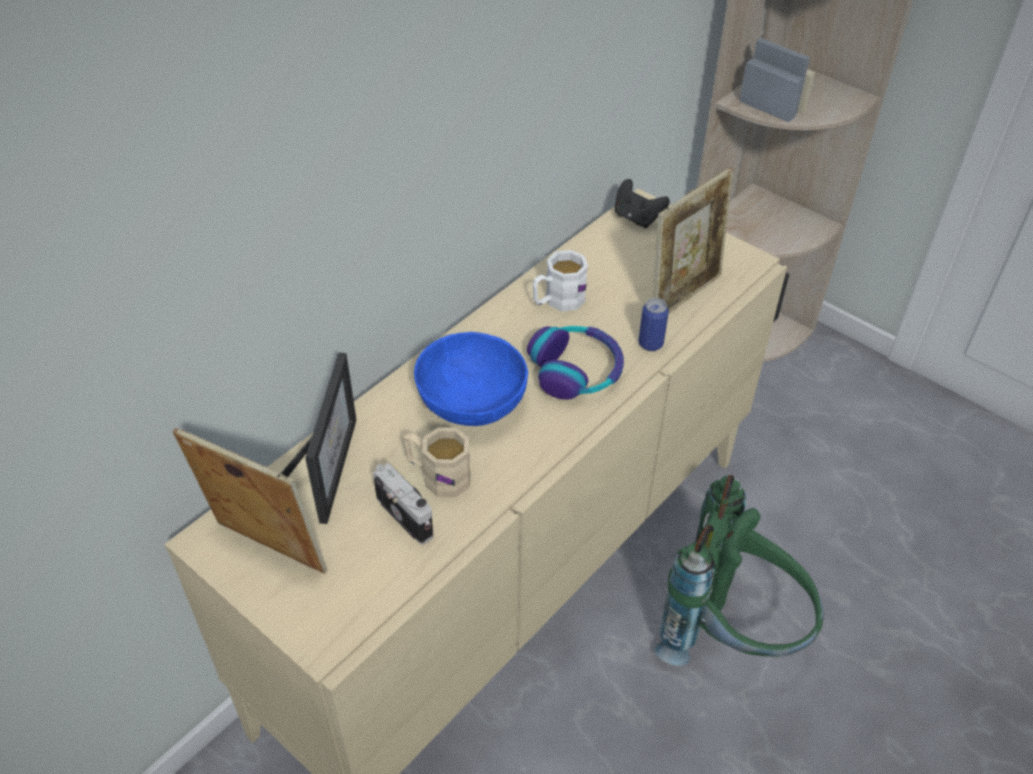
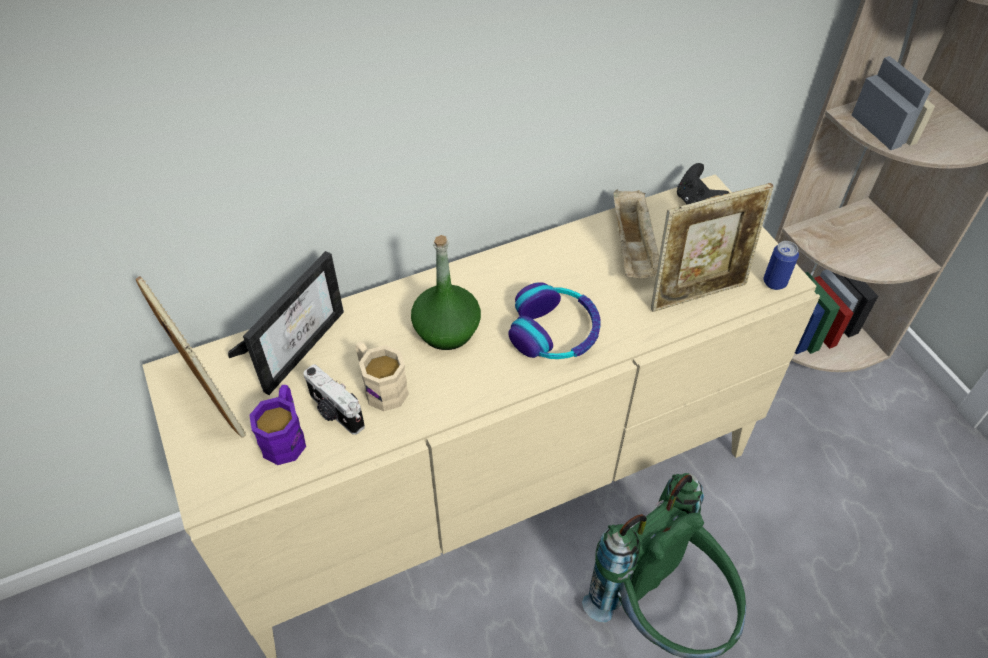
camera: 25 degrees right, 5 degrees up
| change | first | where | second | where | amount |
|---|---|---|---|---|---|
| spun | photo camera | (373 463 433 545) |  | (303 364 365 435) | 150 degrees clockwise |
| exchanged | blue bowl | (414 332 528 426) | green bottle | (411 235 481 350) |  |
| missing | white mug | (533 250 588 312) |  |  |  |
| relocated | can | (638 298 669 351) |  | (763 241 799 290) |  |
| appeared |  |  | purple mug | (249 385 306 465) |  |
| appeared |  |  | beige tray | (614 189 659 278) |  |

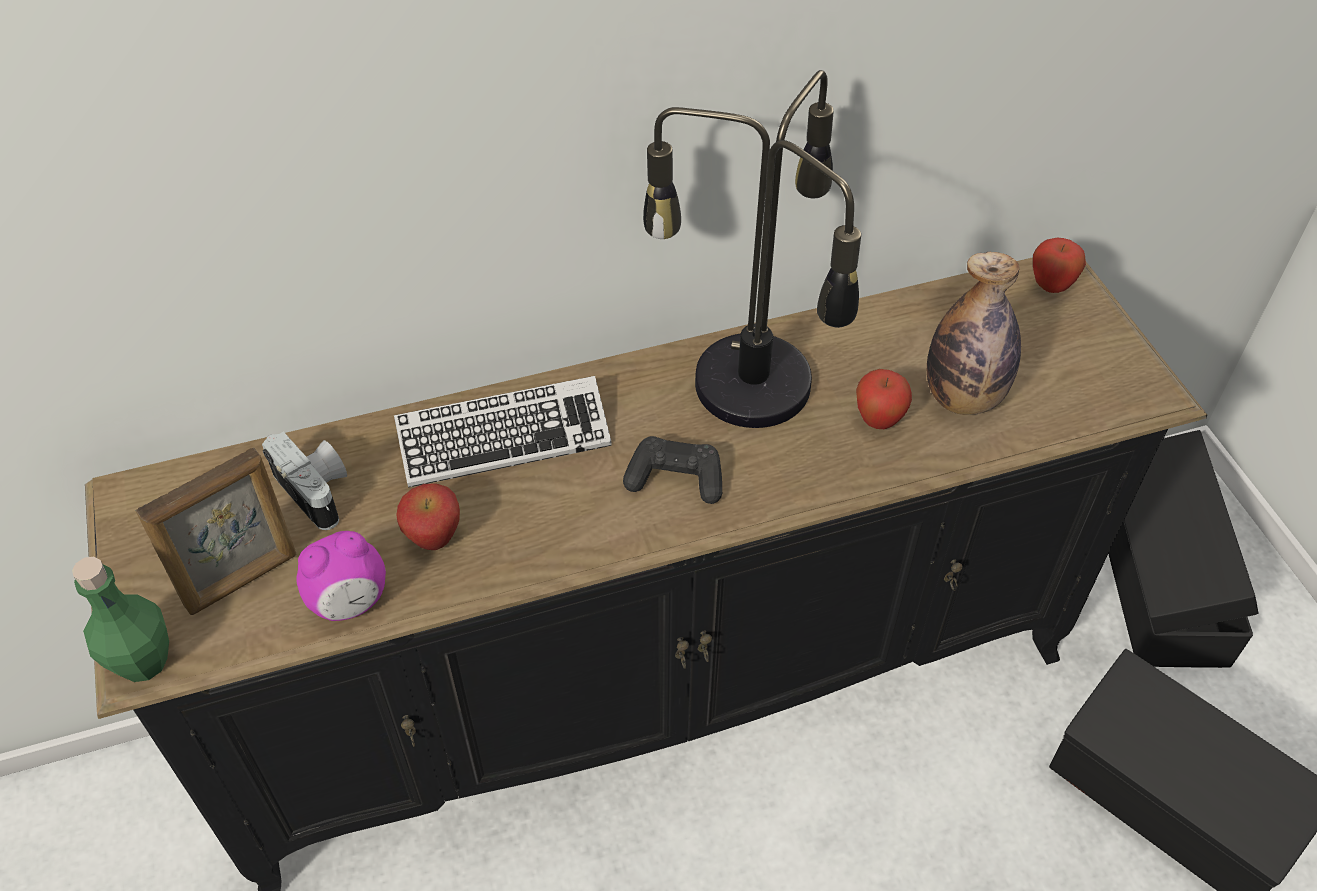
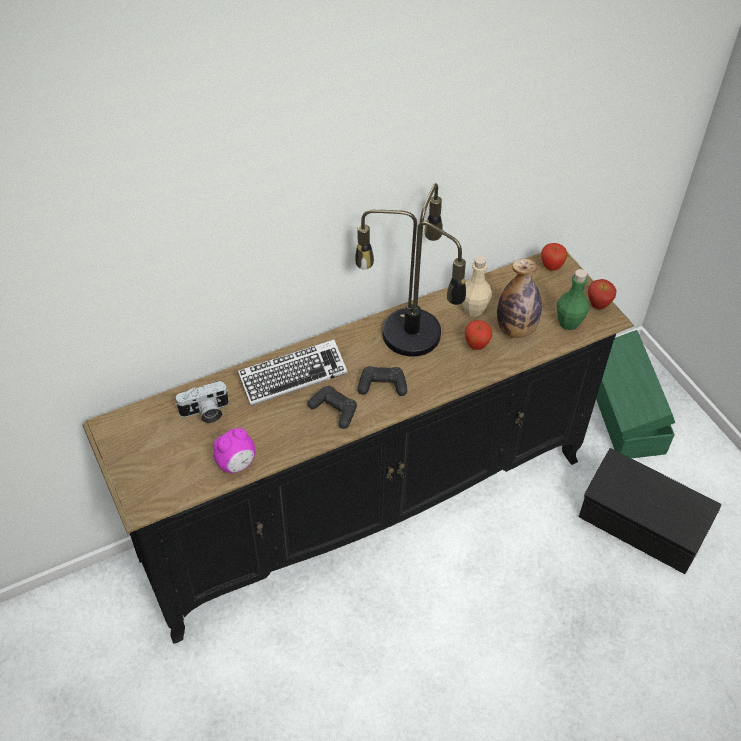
camera: 10 degrees left, 0 degrees up
| change | first | where | second | where | amount |
|---|---|---|---|---|---|
| relocated | green bottle | (72 557 169 682) |  | (557 269 589 330) |  |
| missing | picture frame | (136 447 296 615) |  |  |  |
| spun | photo camera | (262 431 347 530) |  | (175 381 229 423) | 120 degrees clockwise |
| relocated | apple | (396 483 460 550) |  | (588 279 617 309) |  |
| colour | black storage box | (1108 430 1258 668) | green storage box | (596 330 675 458) |  |
| appeared |  |  | black game controller | (308 386 357 429) |  |
| appeared |  |  | beige bottle | (462 256 492 317) |  |

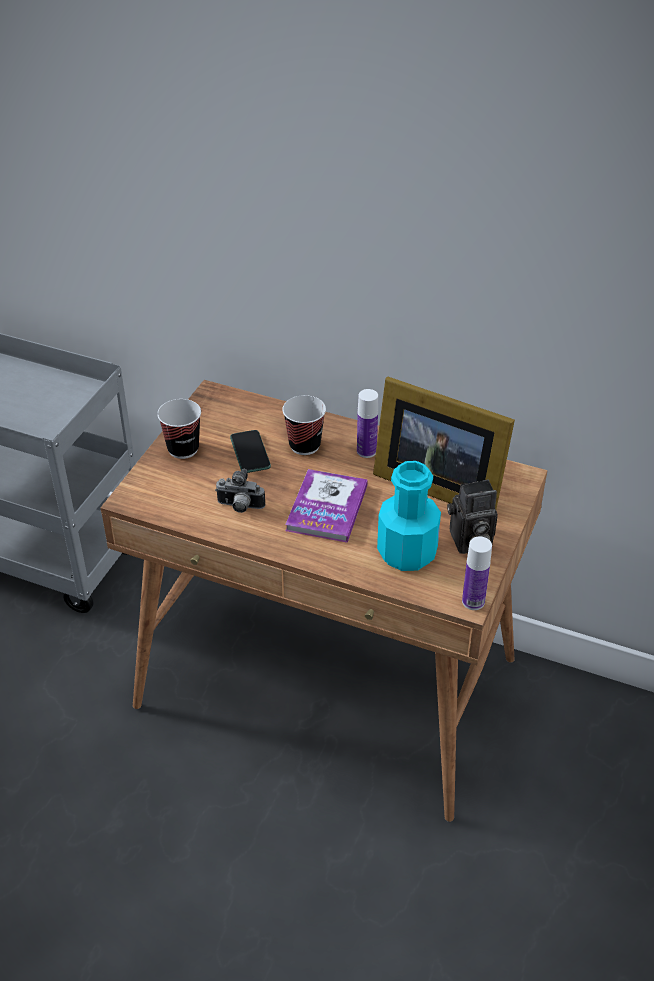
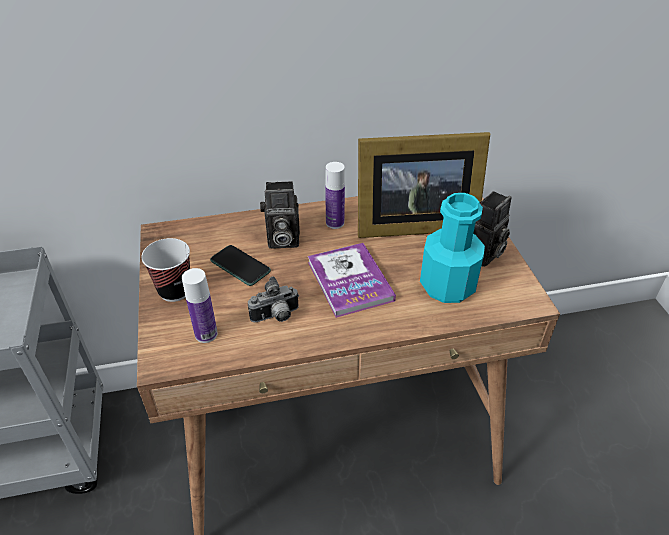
camera: 35 degrees left, 0 degrees up
| change | first | where | second | where | amount |
|---|---|---|---|---|---|
| exchanged | cup | (282 395 326 455) | photo camera | (260 181 300 249) |  |
| relocated | bottle | (462 536 492 610) |  | (182 268 218 343) |  |

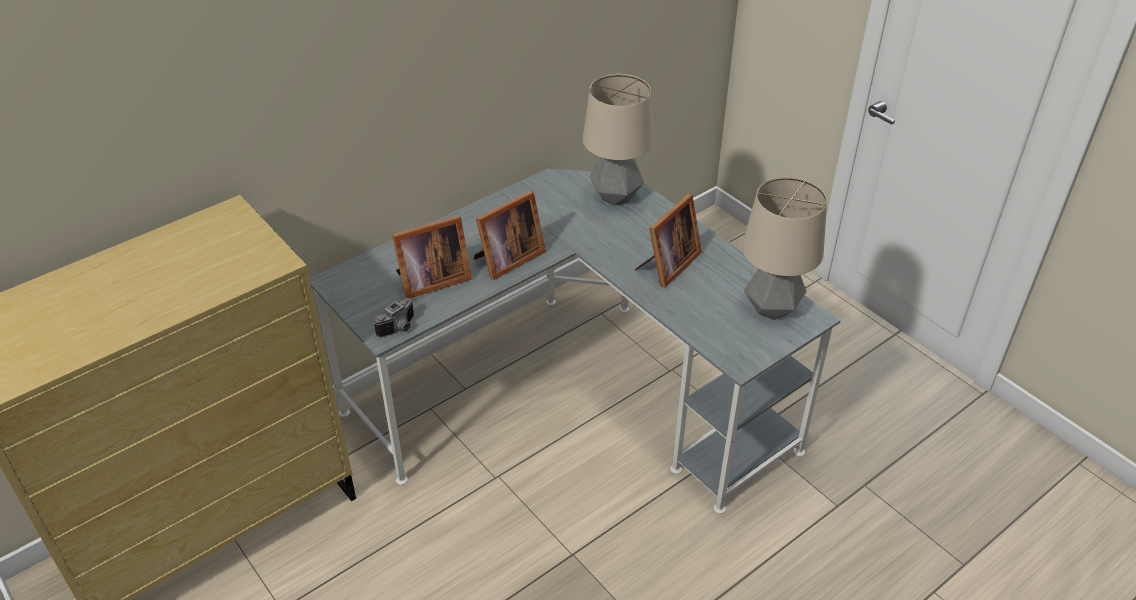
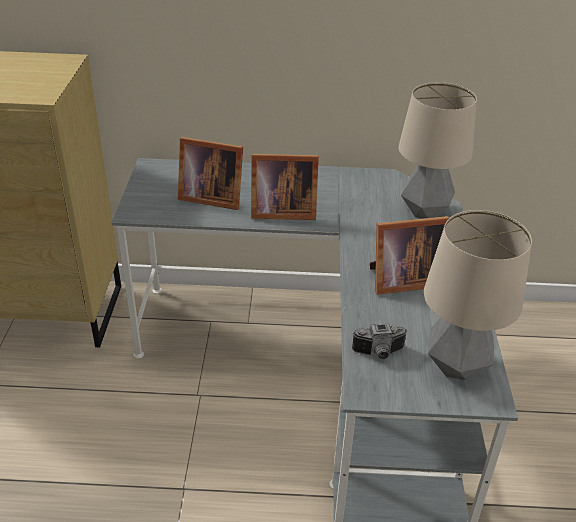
camera: 40 degrees right, 5 degrees down
| change | first | where | second | where | amount |
|---|---|---|---|---|---|
| relocated | photo camera | (374 298 414 338) |  | (352 323 407 359) |  |

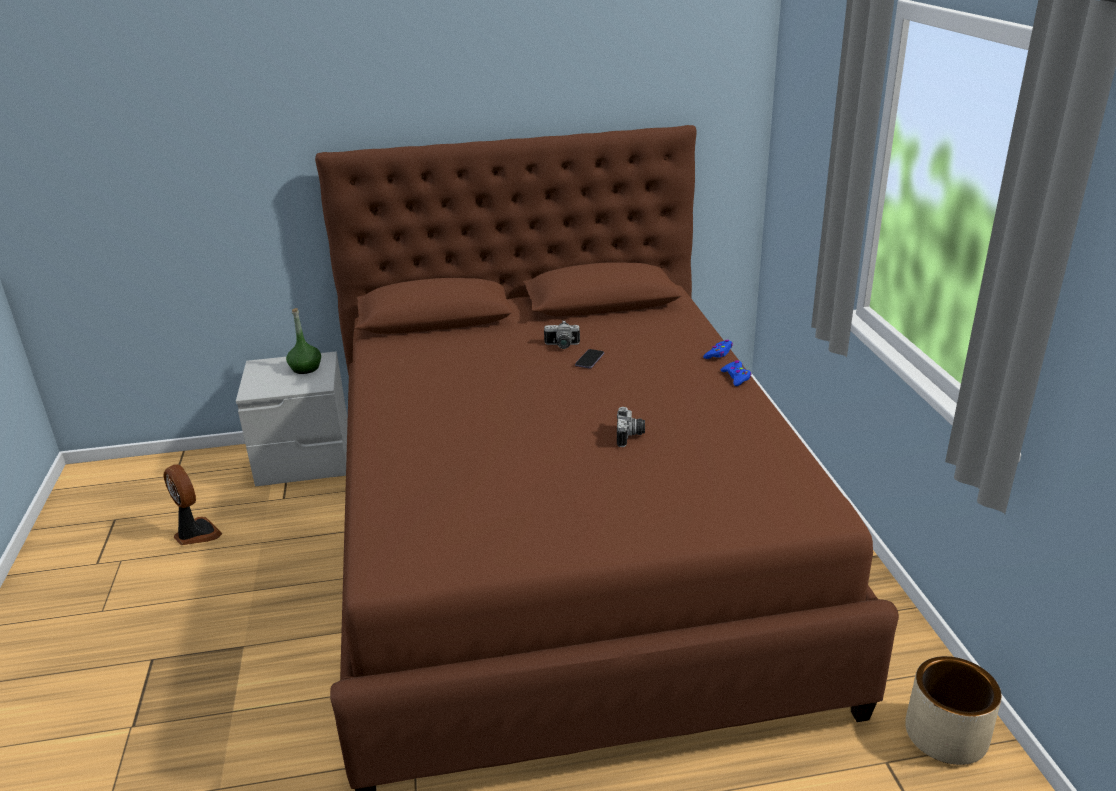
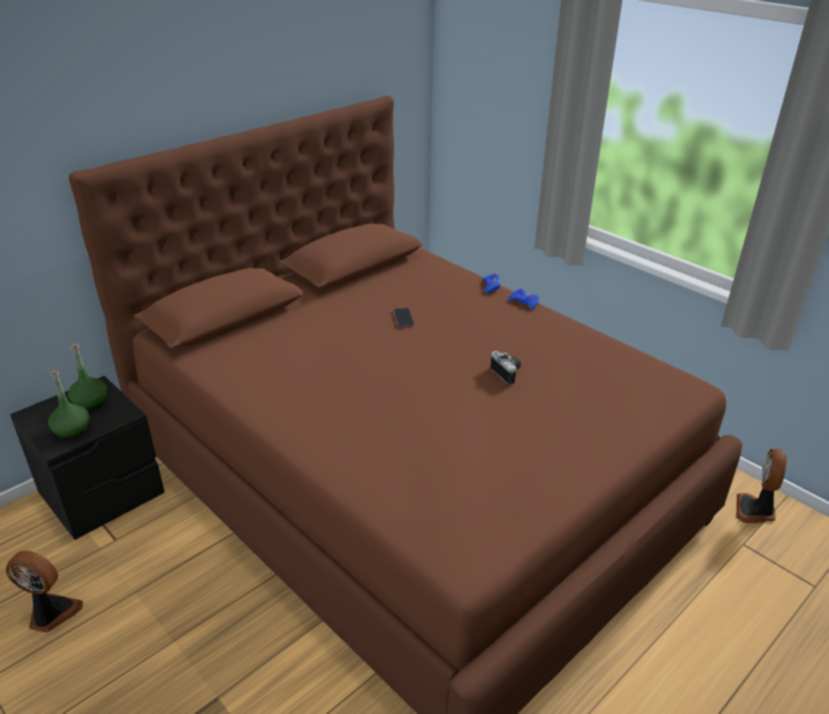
camera: 35 degrees left, 5 degrees up
| change | first | where | second | where | amount |
|---|---|---|---|---|---|
| colour | white nightstand | (236 351 348 486) | black nightstand | (10 376 165 540) |  |
| missing | photo camera | (544 320 580 349) |  |  |  |
| exchanged | beige planter | (905 656 1002 765) | fan | (736 448 787 523) |  |
| appeared |  |  | green bottle | (48 370 89 439) |  |

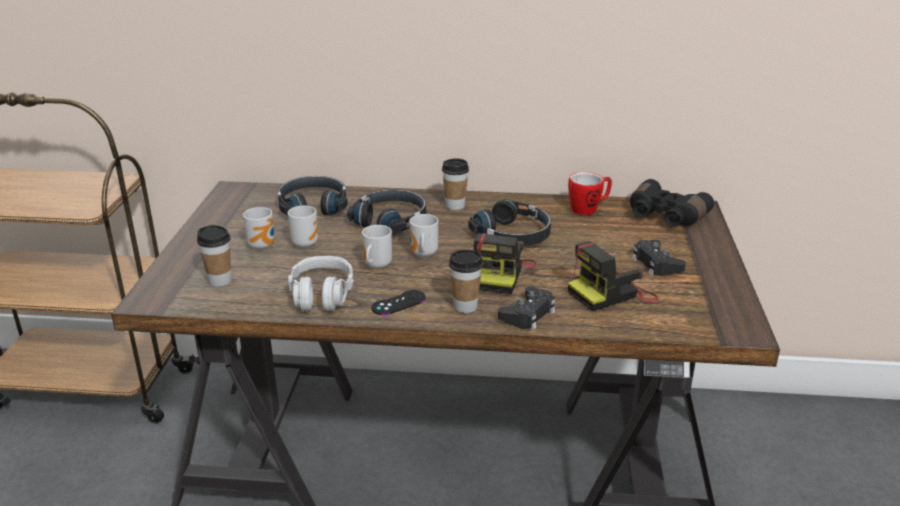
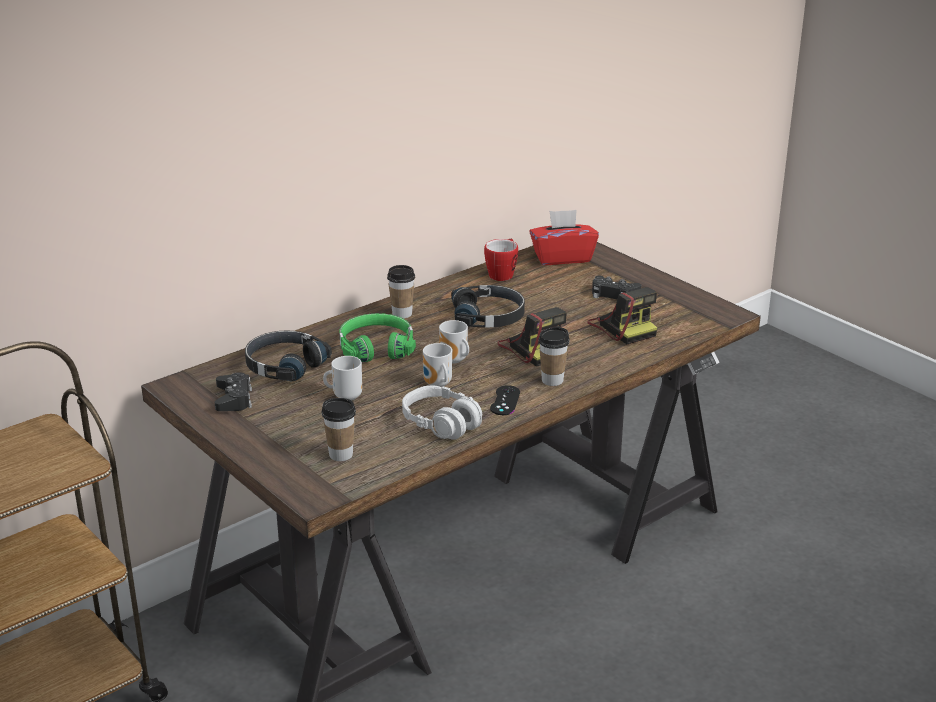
camera: 45 degrees left, 0 degrees up
| change | first | where | second | where | amount |
|---|---|---|---|---|---|
| missing | mug | (243 207 275 250) |  |  |  |
| colour | black headphones | (347 189 426 235) | green headphones | (339 313 416 362) |  |
| relocated | black game controller | (498 286 555 330) |  | (215 372 252 411) |  |
| spun | photo camera | (568 242 658 311) |  | (587 287 657 344) | 45 degrees counterclockwise |
| exchanged | black binoculars | (630 179 714 227) | red tissue box | (529 210 599 265) |  |

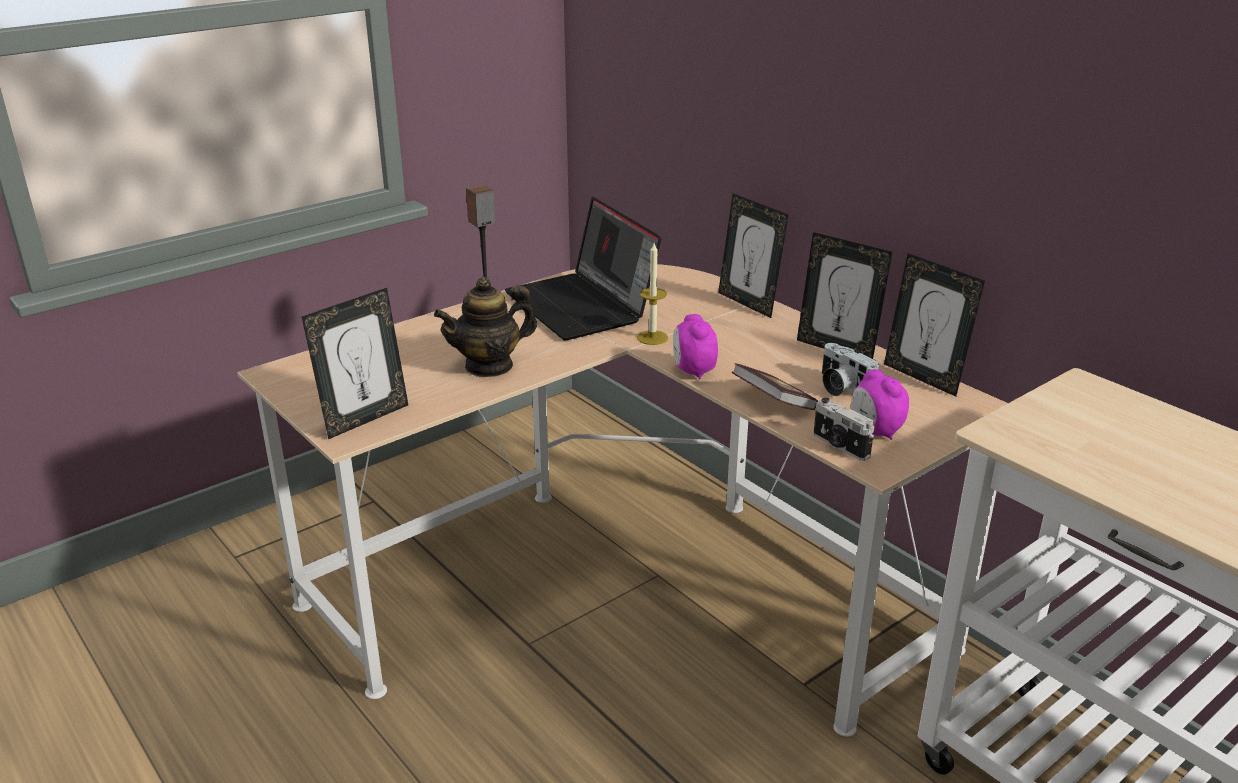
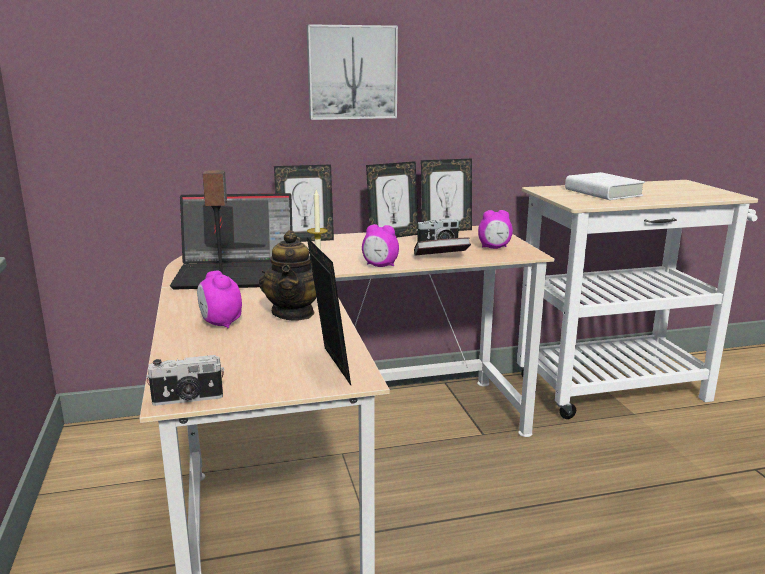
camera: 65 degrees left, 10 degrees down
| change | first | where | second | where | amount |
|---|---|---|---|---|---|
| relocated | photo camera | (813 397 874 461) |  | (146 355 224 406) |  |
| appeared |  |  | alarm clock | (197 271 242 328) |  |
| appeared |  |  | picture | (307 24 398 120) |  |
| appeared |  |  | white book | (565 172 645 200) |  |

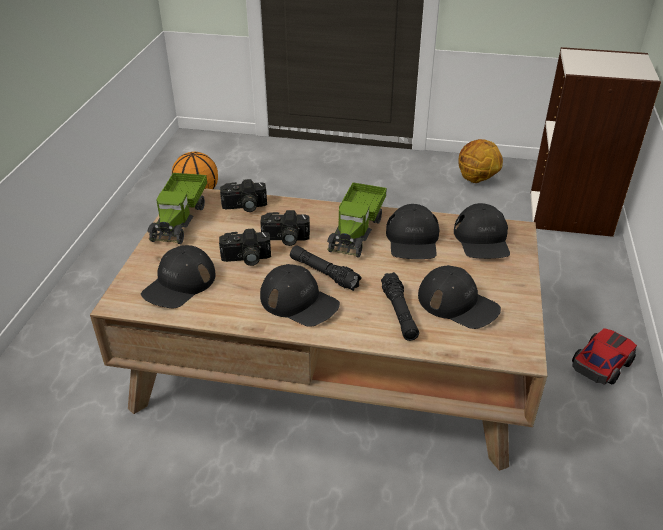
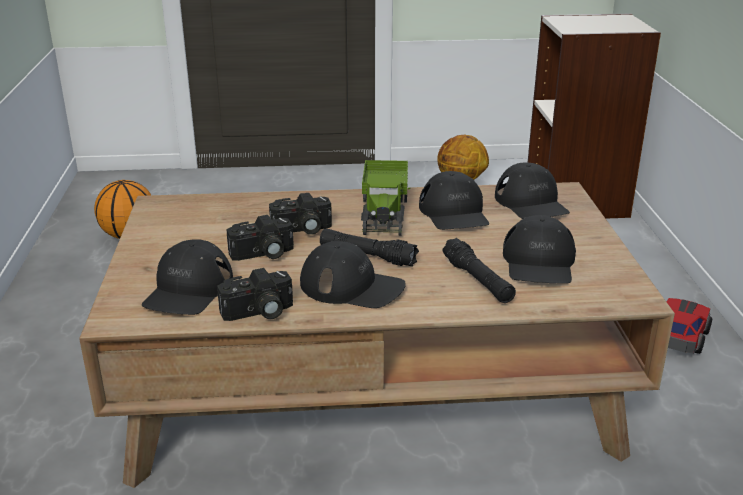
camera: 15 degrees left, 10 degrees down
| change | first | where | second | where | amount |
|---|---|---|---|---|---|
| missing | toy truck | (147 173 207 244) |  |  |  |
| relocated | photo camera | (220 179 267 212) |  | (217 268 293 321) |  |
| spun | black cap | (418 265 501 329) |  | (503 215 576 283) | 75 degrees clockwise |

